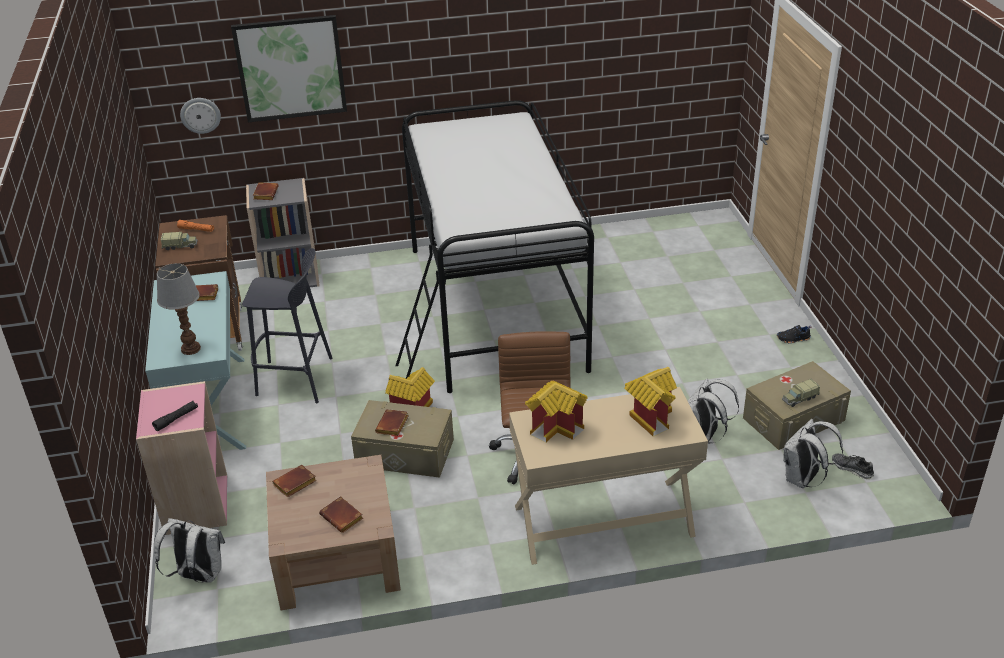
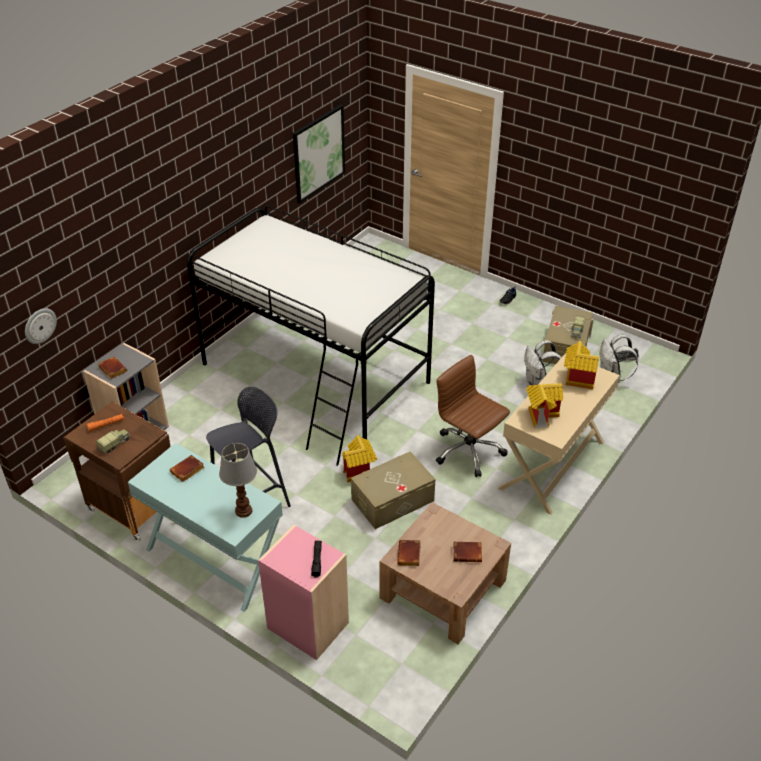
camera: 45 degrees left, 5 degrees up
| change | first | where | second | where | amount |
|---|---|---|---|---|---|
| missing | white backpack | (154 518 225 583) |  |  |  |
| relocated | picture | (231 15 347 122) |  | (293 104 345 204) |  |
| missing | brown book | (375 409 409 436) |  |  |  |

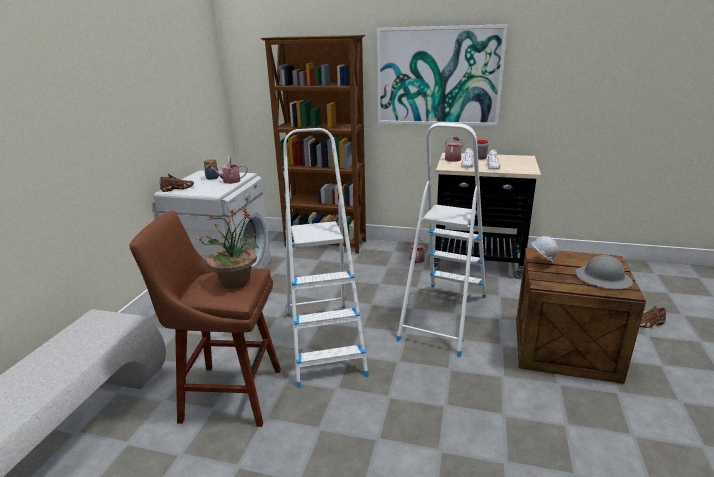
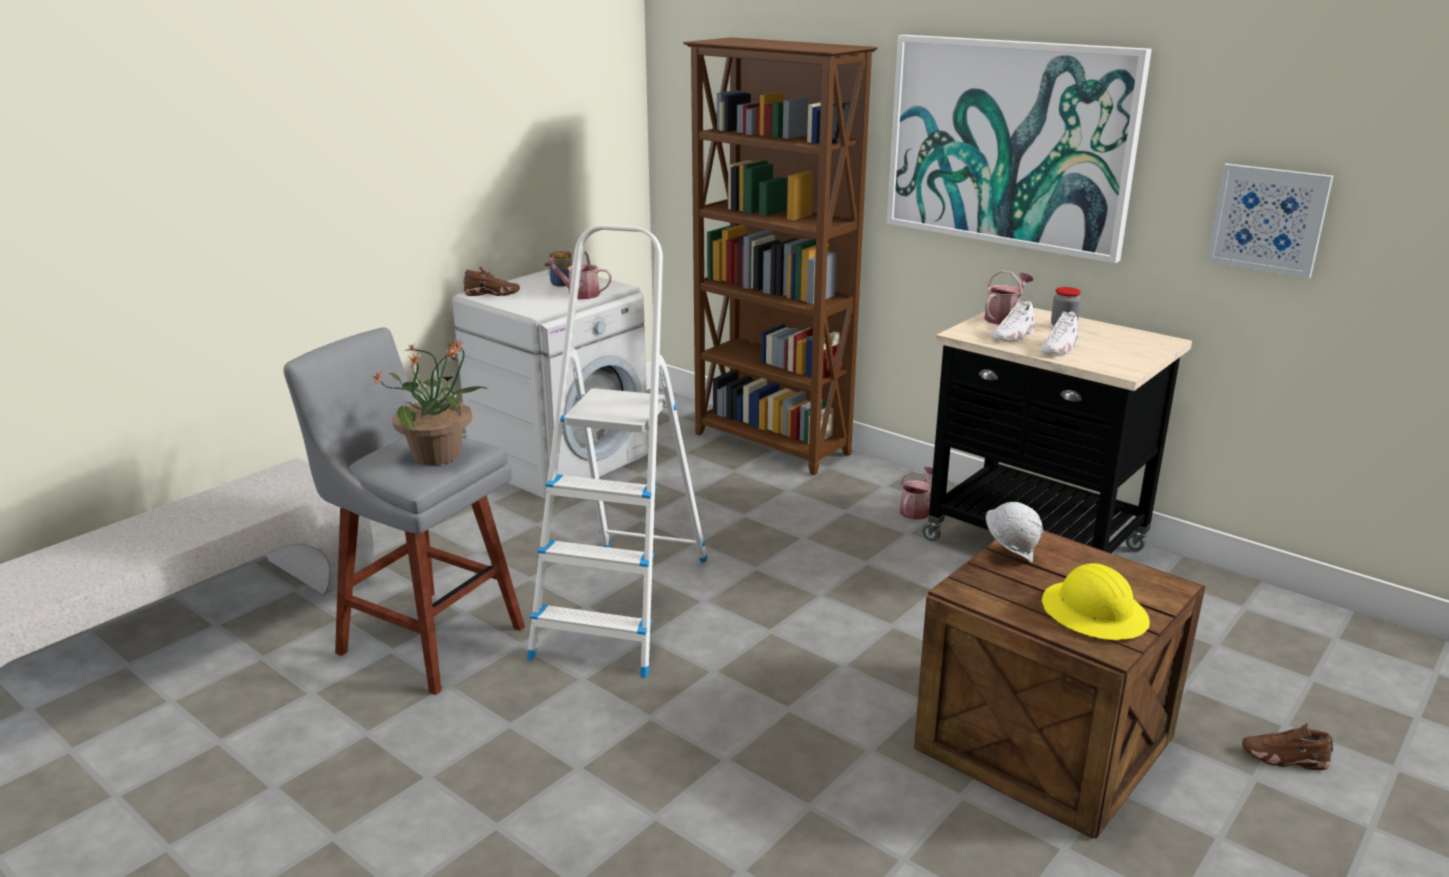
camera: 25 degrees right, 0 degrees up
| change | first | where | second | where | amount |
|---|---|---|---|---|---|
| colour | brown stool | (129 211 281 427) | grey stool | (283 328 525 695) |  |
| missing | white step ladder | (396 122 486 357) |  |  |  |
| colour | grey hard hat | (575 255 633 289) | yellow hard hat | (1042 563 1150 640) |  |
| appeared |  |  | picture | (1206 164 1333 278) |  |

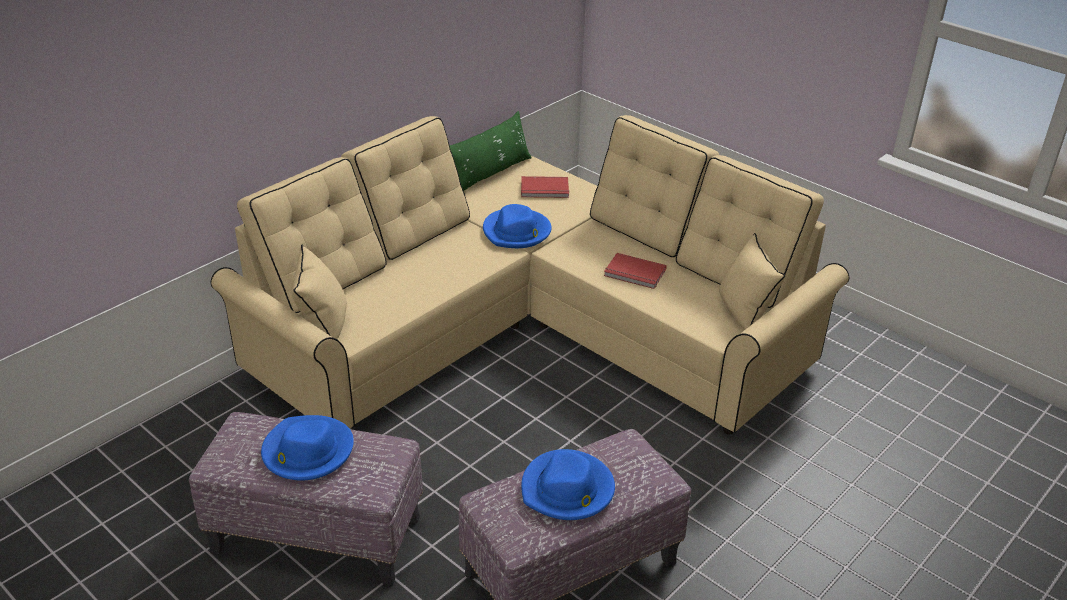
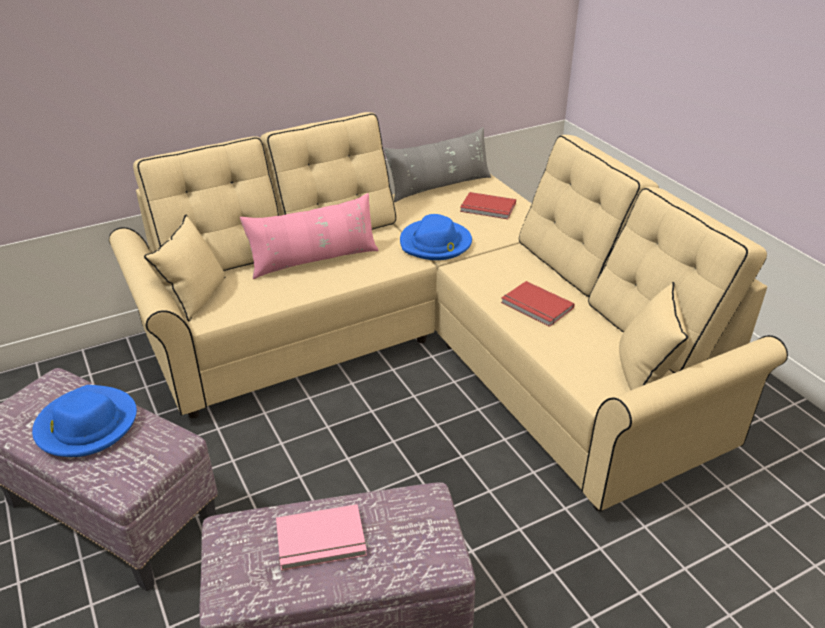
camera: 20 degrees right, 0 degrees up
| change | first | where | second | where | amount |
|---|---|---|---|---|---|
| colour | green pillow | (449 111 532 191) | grey pillow | (384 127 491 202) |  |
| exchanged | blue hat | (521 449 615 520) | pink book | (276 504 367 571) |  |
| appeared |  |  | pink pillow | (240 193 379 279) |  |

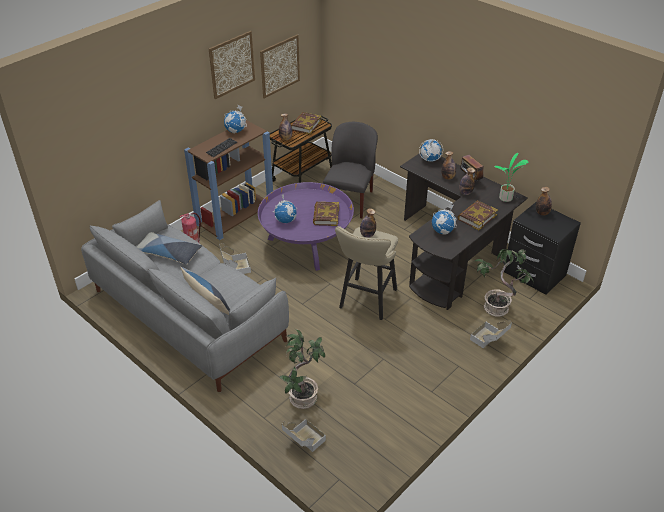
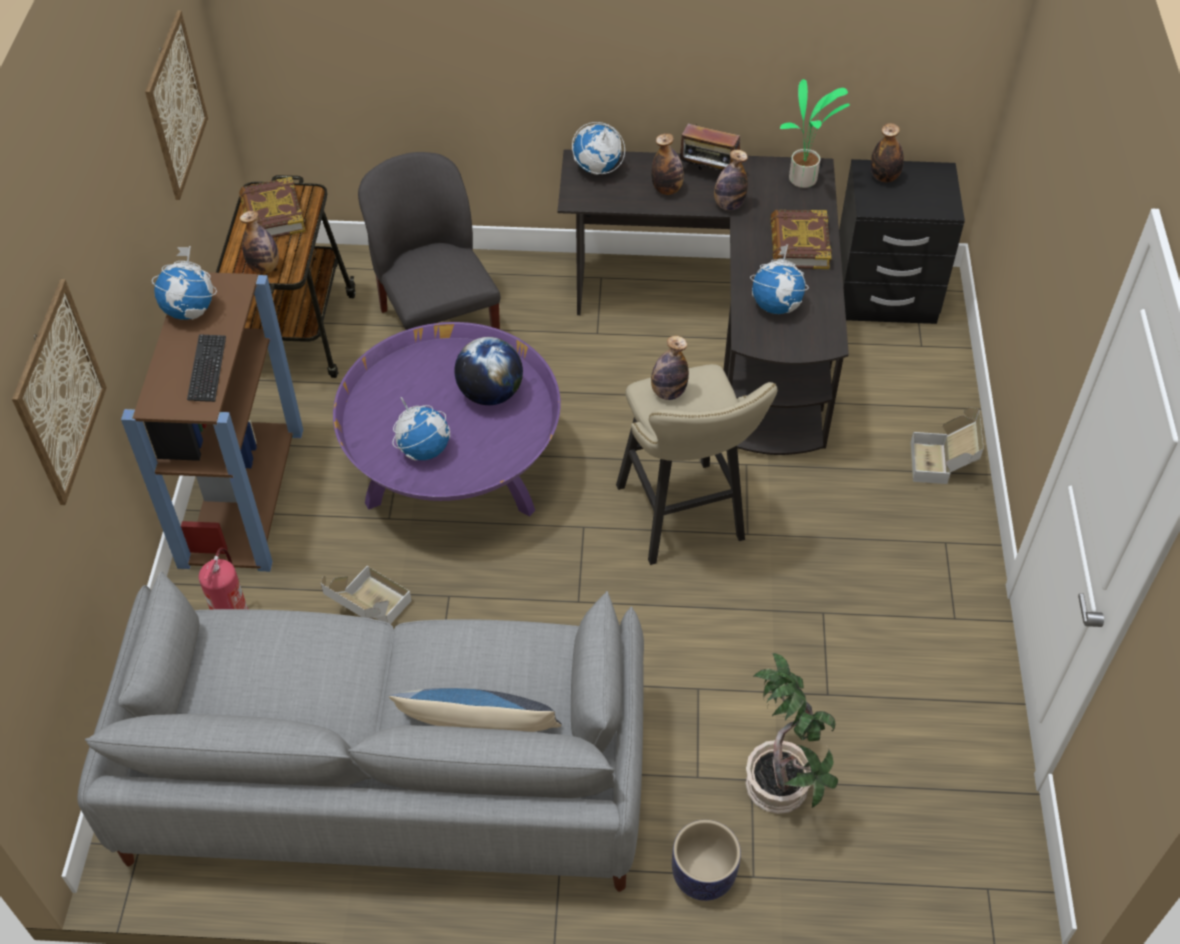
camera: 40 degrees left, 10 degrees up
| change | first | where | second | where | amount |
|---|---|---|---|---|---|
| missing | pillow | (137 232 202 265) |  |  |  |
| relocated | picture | (209 31 255 100) |  | (12 279 107 505) |  |
| missing | cardboard box | (282 419 326 452) |  |  |  |
| exchanged | book | (313 202 339 226) | globe | (454 337 523 405) |  |
| missing | potted plant | (473 249 533 317) |  |  |  |
| appeared |  |  | planter | (672 820 741 901) |  |

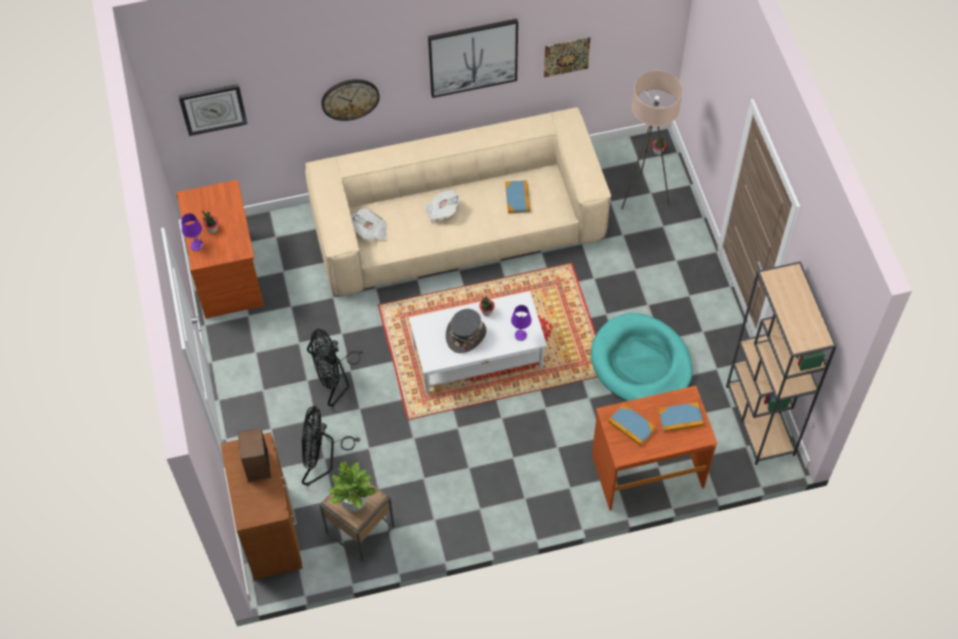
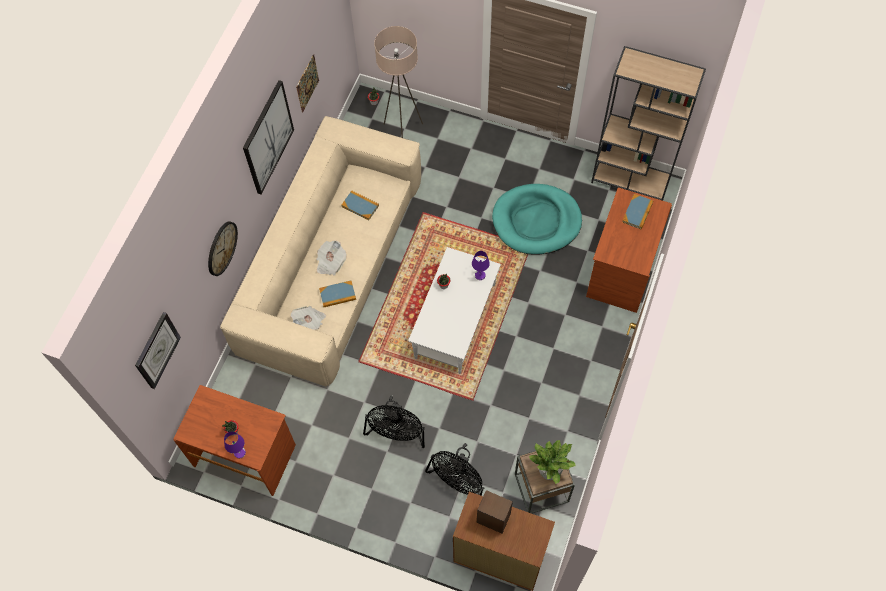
camera: 55 degrees left, 5 degrees up
| change | first | where | second | where | amount |
|---|---|---|---|---|---|
| missing | grey hat | (446 309 487 353) |  |  |  |
| relocated | book | (608 404 656 446) |  | (319 281 356 307) |  |

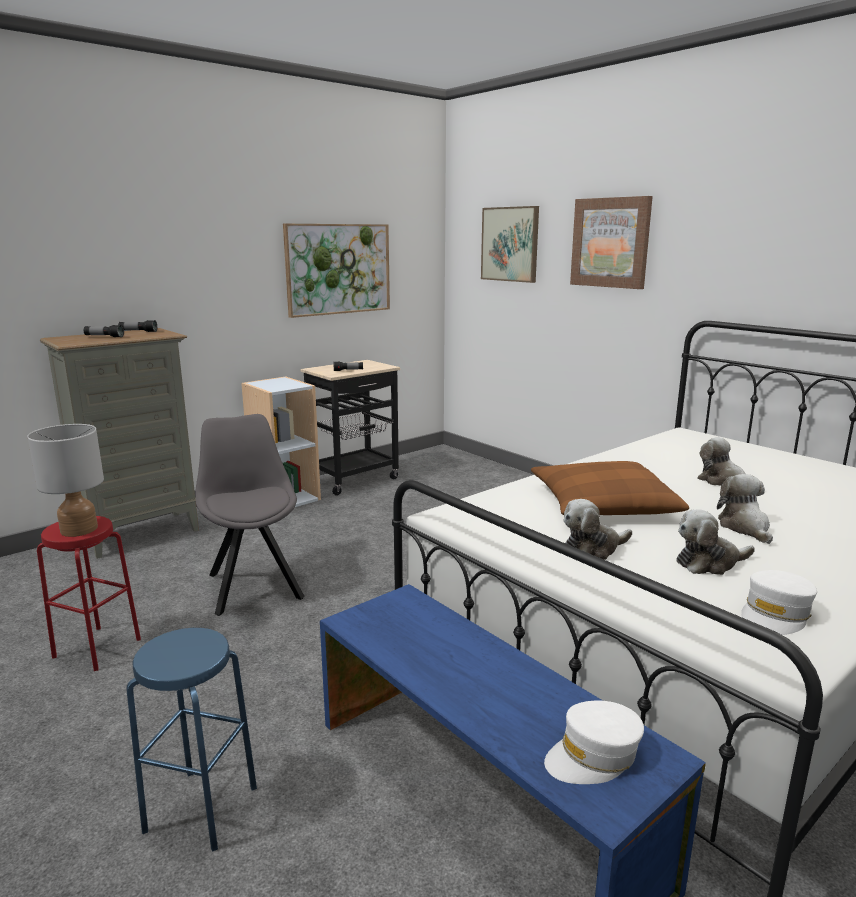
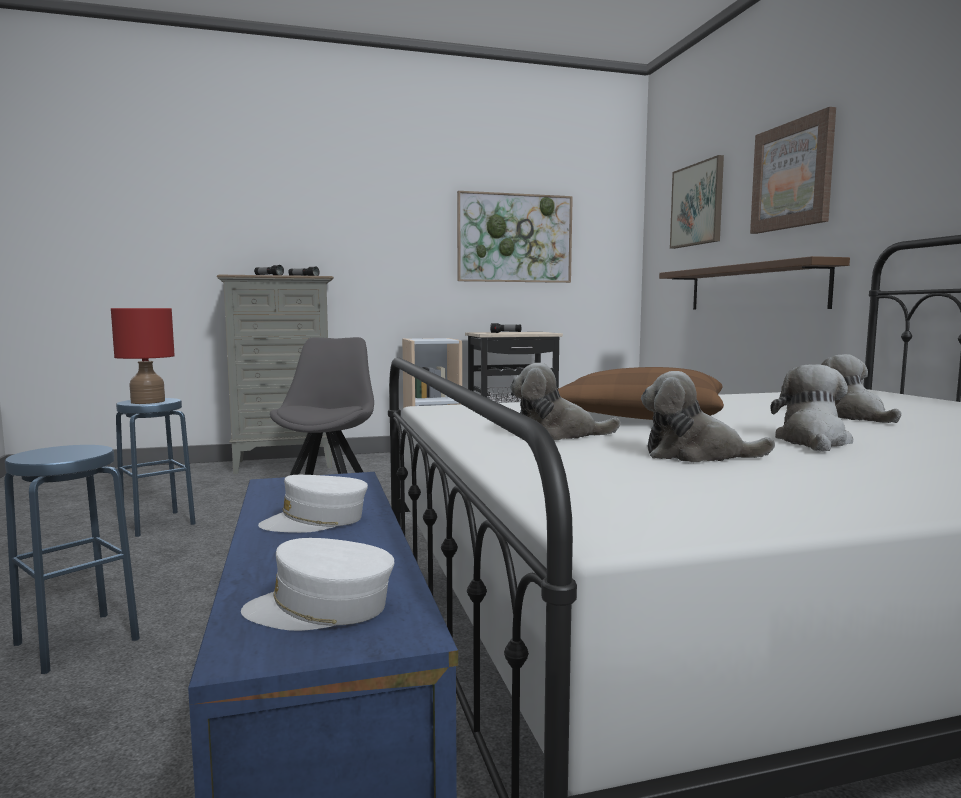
camera: 25 degrees right, 10 degrees down
| change | first | where | second | where | amount |
|---|---|---|---|---|---|
| colour | grey table lamp | (27 424 104 537) | red table lamp | (111 308 175 404) |  |
| colour | red stool | (37 516 141 671) | blue stool | (116 398 196 537) |  |
| relocated | white cap | (741 570 817 635) |  | (258 475 368 533) |  |
| appeared |  |  | brown shelf | (659 256 850 310) |  |

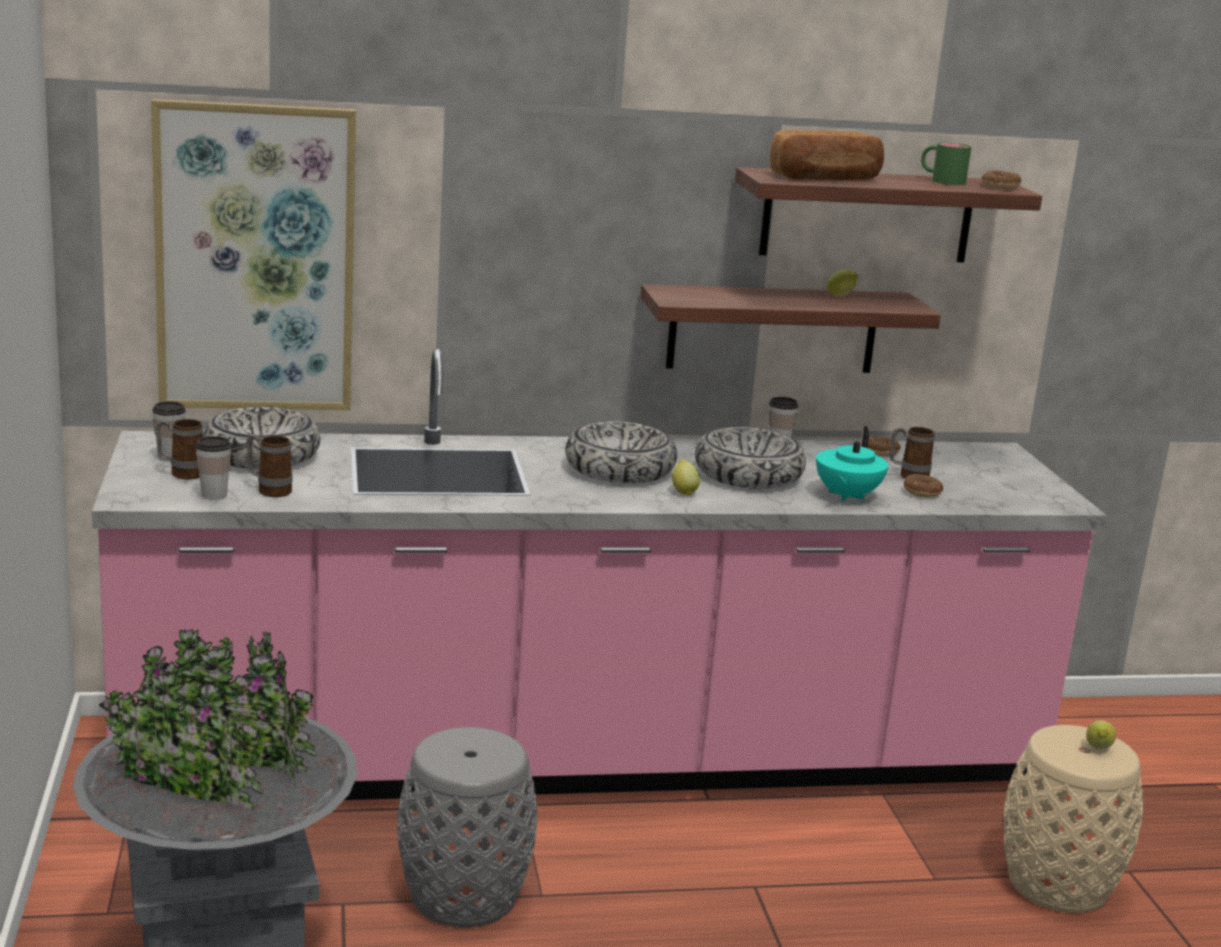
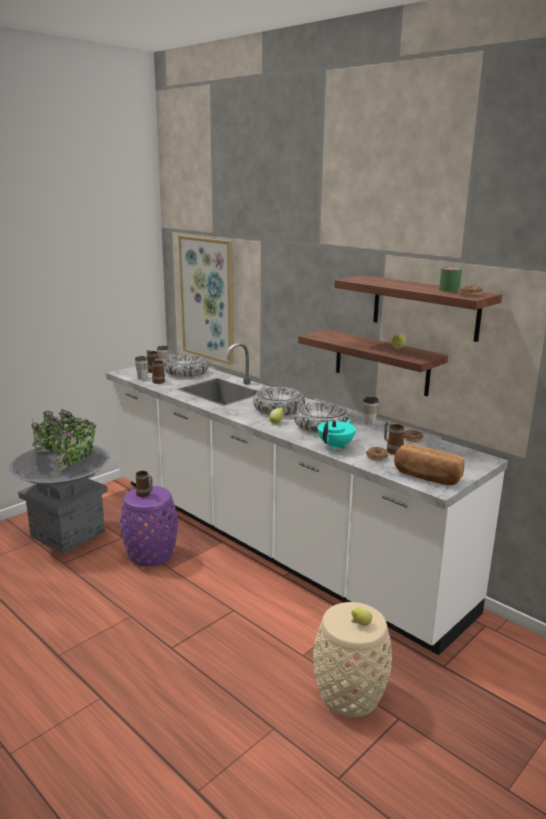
camera: 55 degrees right, 0 degrees up
| change | first | where | second | where | amount |
|---|---|---|---|---|---|
| colour | pink counter | (92 348 1107 800) | white counter | (106 342 508 655) |  |
| colour | grey stool | (397 727 538 927) | purple stool | (120 486 178 566) |  |
| relocated | bread | (770 130 884 180) |  | (394 444 465 485) |  |
| spun | turquoise teapot | (816 426 888 502) |  | (318 419 356 449) | 135 degrees clockwise |
| appeared |  |  | mug | (136 471 153 497) |  |

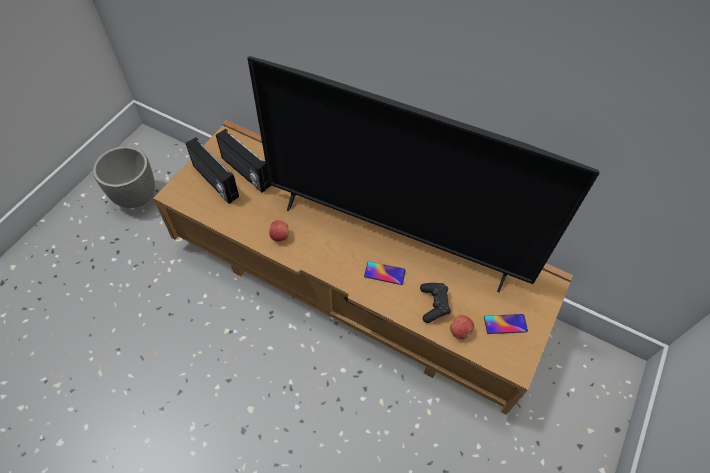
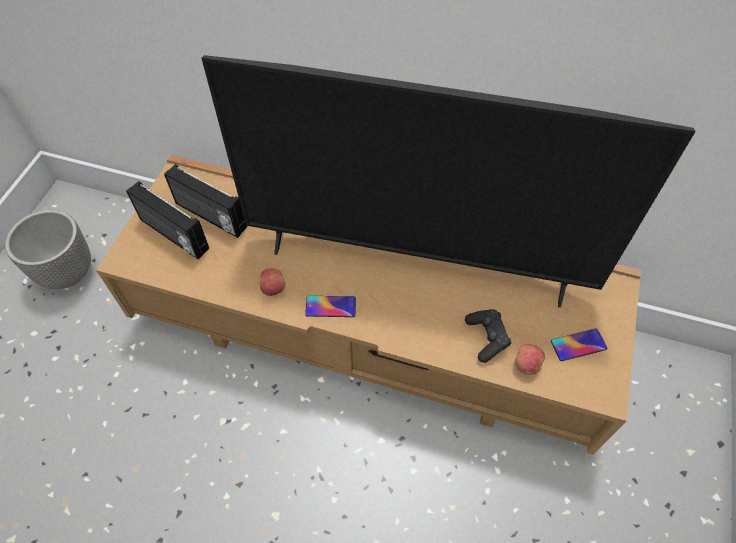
camera: 10 degrees left, 0 degrees up
| change | first | where | second | where | amount |
|---|---|---|---|---|---|
| relocated | phone | (364 262 406 285) |  | (305 296 356 317) |  |

